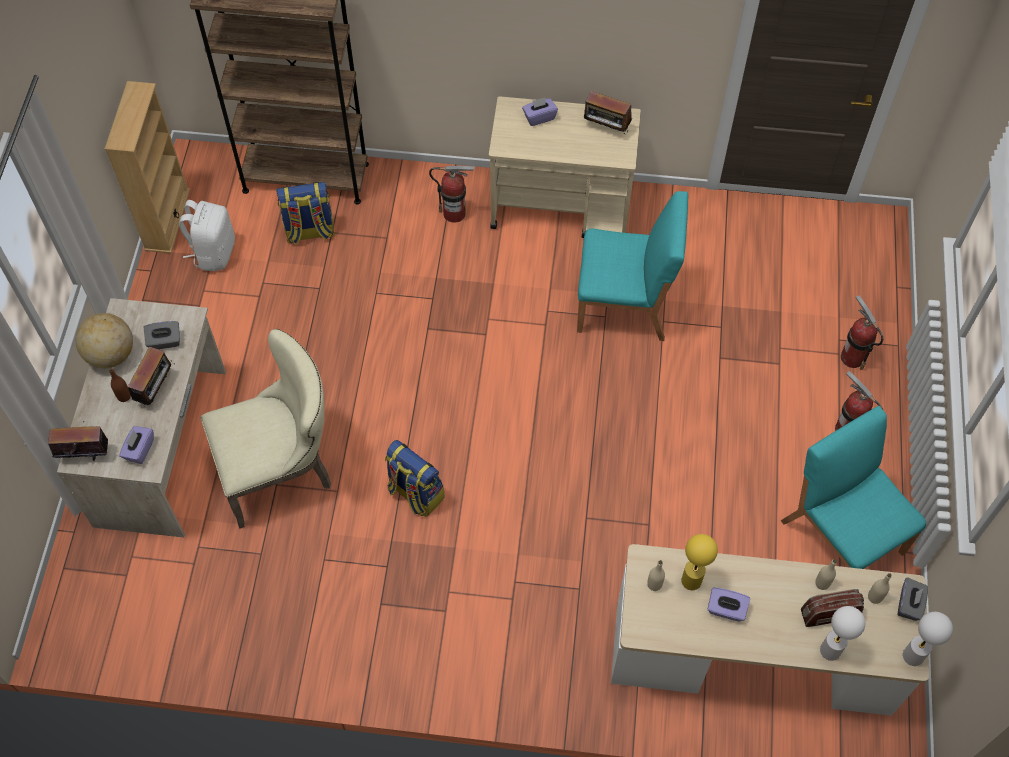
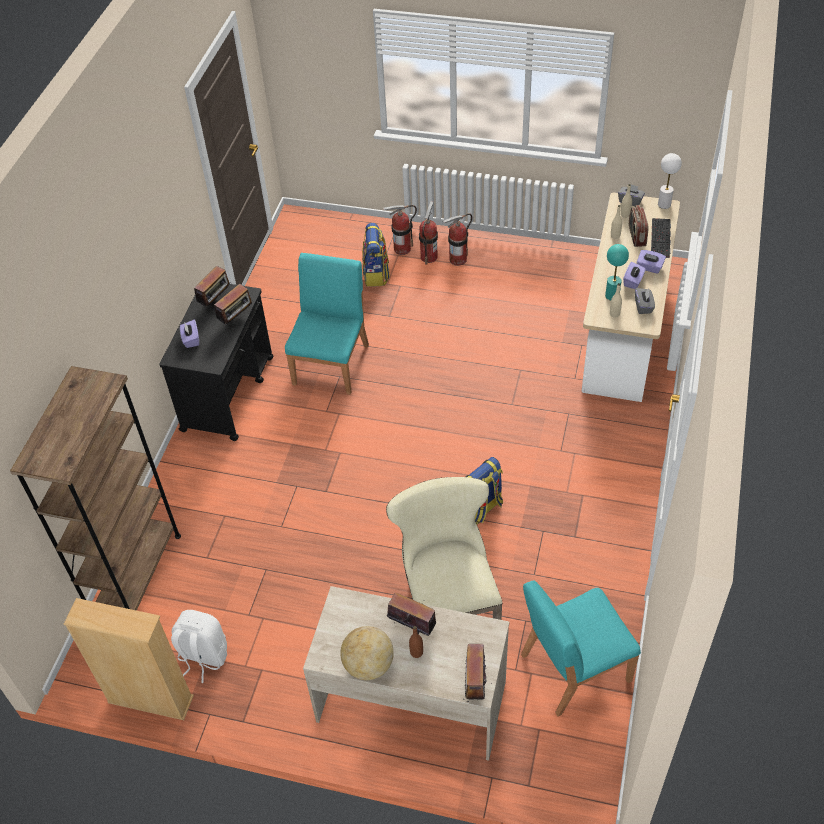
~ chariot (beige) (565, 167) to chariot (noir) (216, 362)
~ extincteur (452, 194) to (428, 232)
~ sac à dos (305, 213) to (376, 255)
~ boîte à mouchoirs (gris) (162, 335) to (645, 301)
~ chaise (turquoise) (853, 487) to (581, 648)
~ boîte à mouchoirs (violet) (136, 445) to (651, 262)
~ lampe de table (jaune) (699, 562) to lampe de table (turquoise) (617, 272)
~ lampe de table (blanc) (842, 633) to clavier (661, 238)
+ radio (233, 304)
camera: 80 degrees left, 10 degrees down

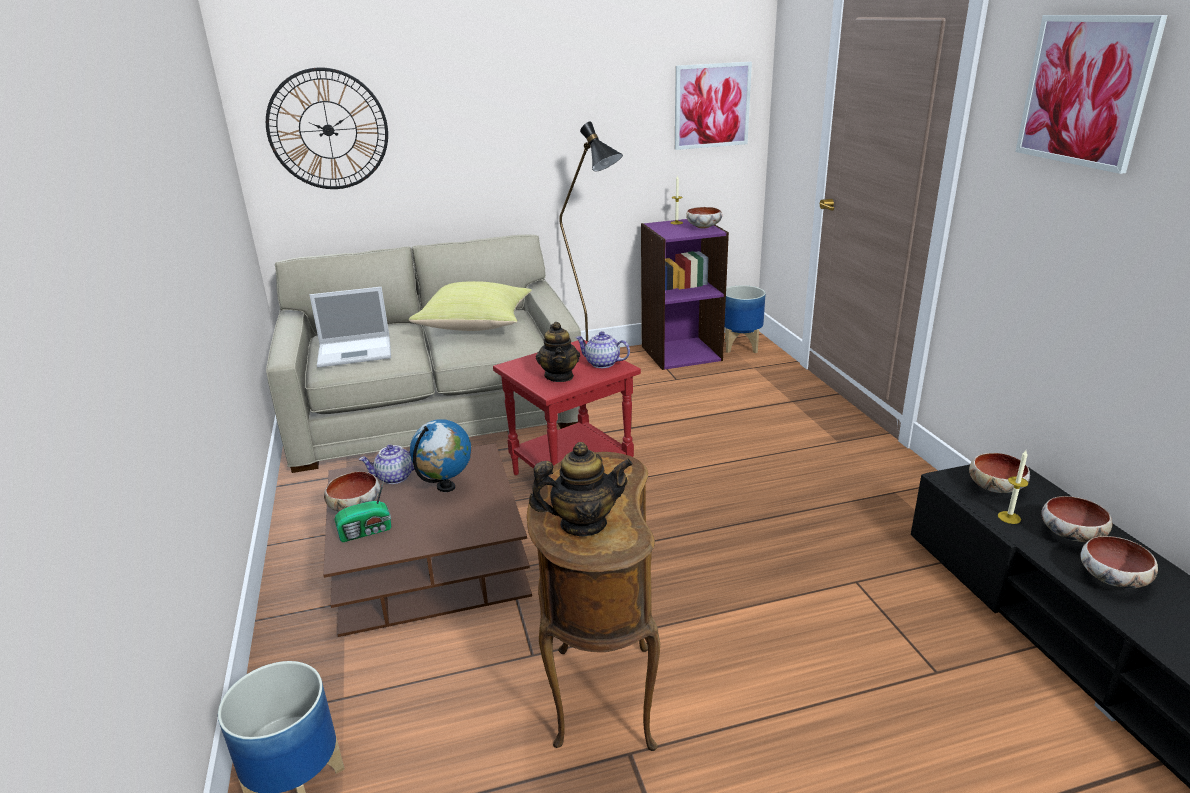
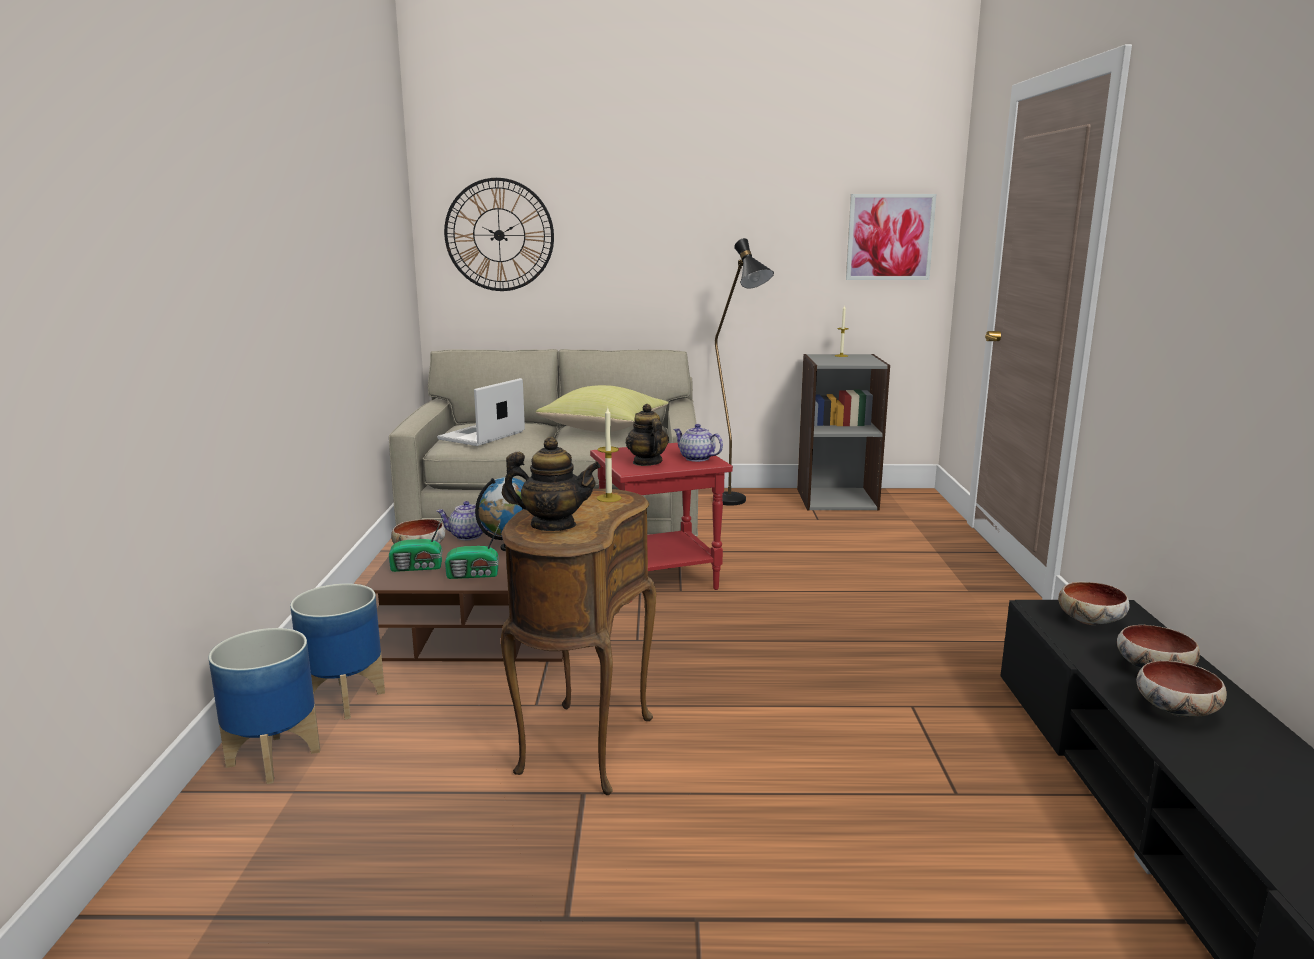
- tableau (1091, 94)
- bol (704, 217)
~ bibliothèque (violet) (685, 294) to bibliothèque (gris) (843, 432)
~ cache-pot (745, 319) to (337, 651)
~ ordinateur portable (350, 327) = (481, 412) 120 degrees clockwise
~ théière (558, 352) = (647, 435) 150 degrees clockwise
~ bougie (1013, 487) to (609, 454)
+ radio (472, 551)
camera: 15 degrees right, 10 degrees down

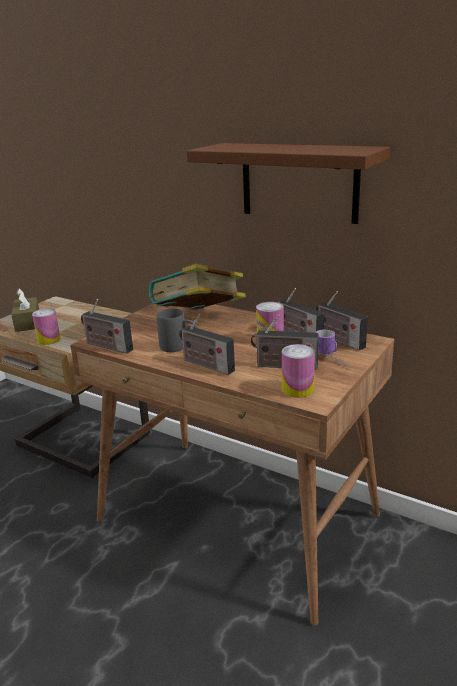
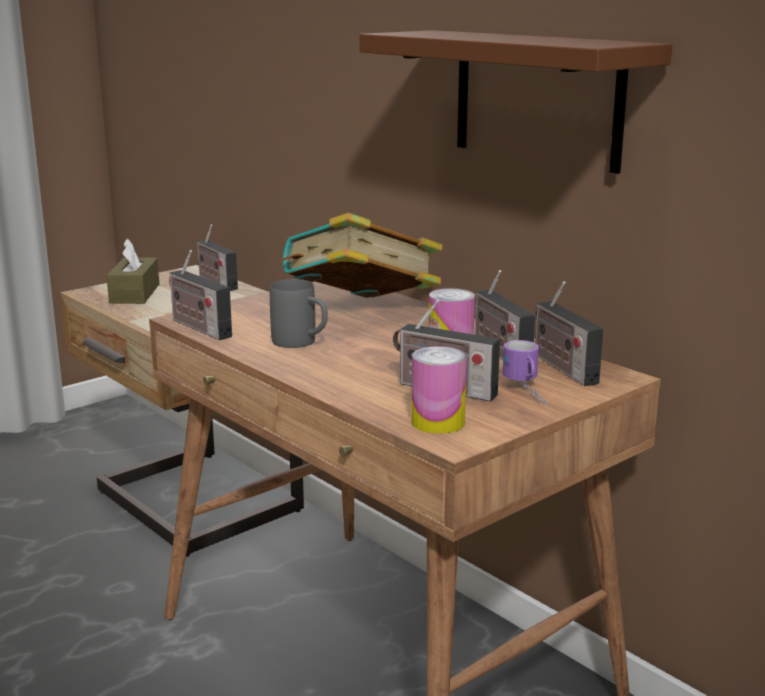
- boîte métallique (46, 326)
~ radio (207, 344) to (217, 258)
camera: 15 degrees right, 5 degrees down

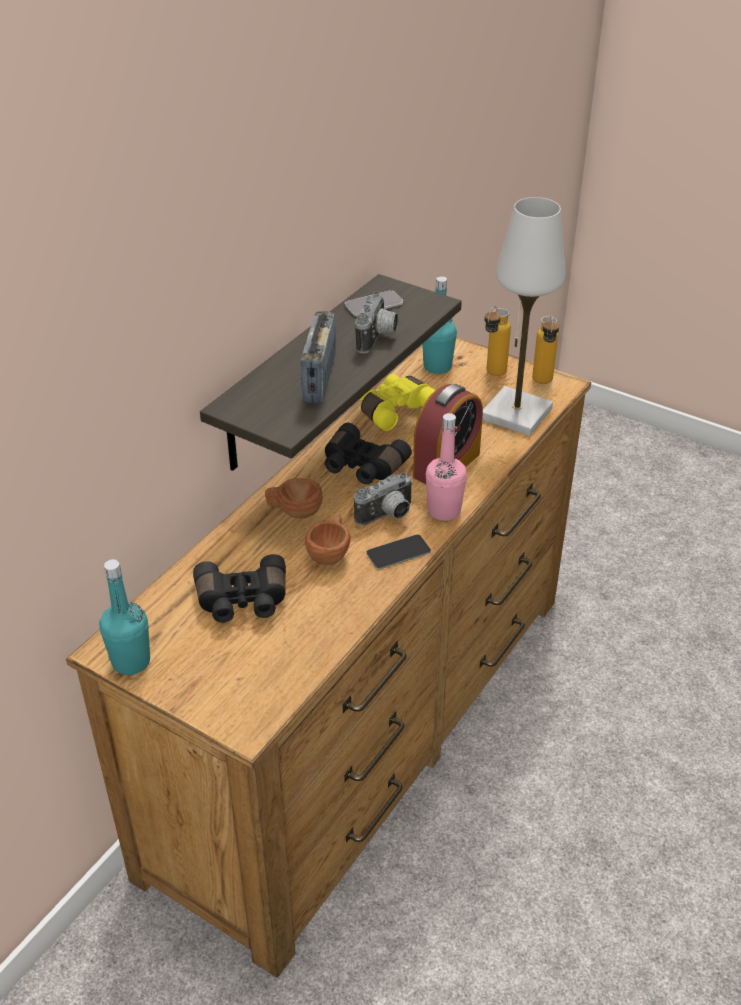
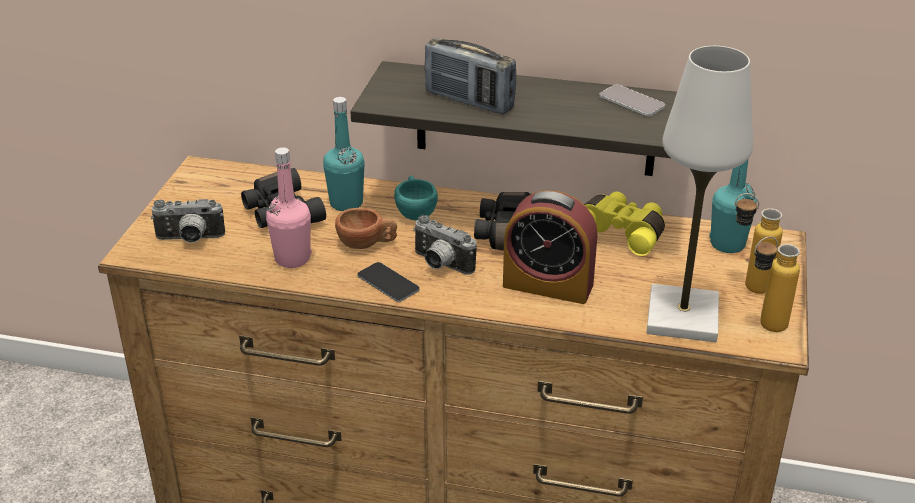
~ appareil photo (376, 322) to (188, 221)
~ radio (318, 357) = (470, 76) 135 degrees counterclockwise
~ bouteille (rose) (446, 467) to (289, 207)
~ tasse (marron) (293, 498) to tasse (turquoise) (416, 197)
~ bouteille (turquoise) (124, 617) to (344, 154)
camera: 70 degrees right, 5 degrees down

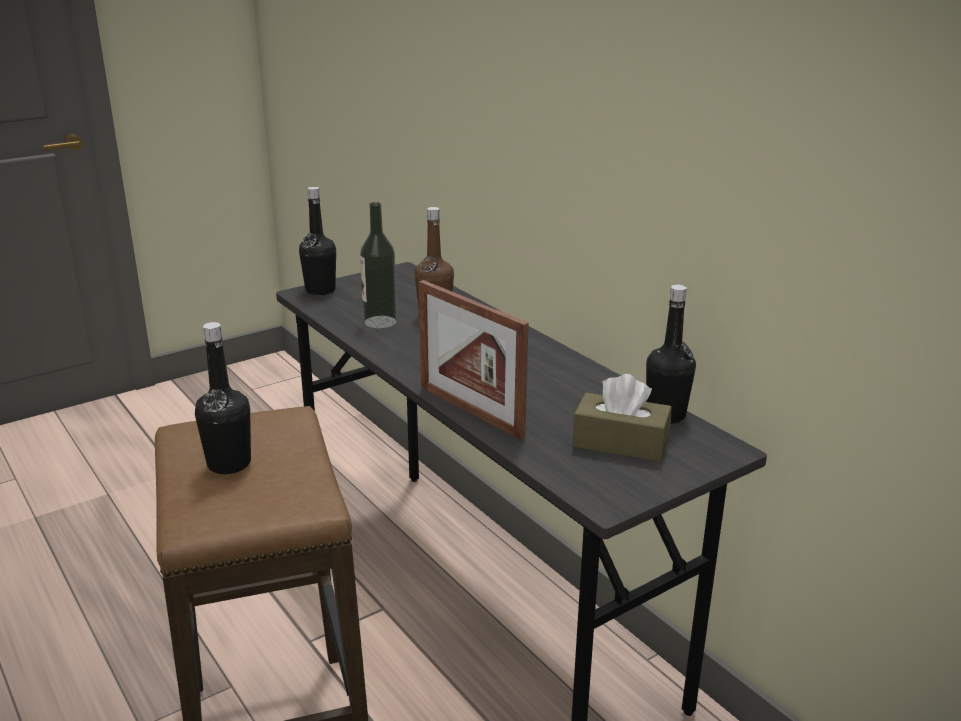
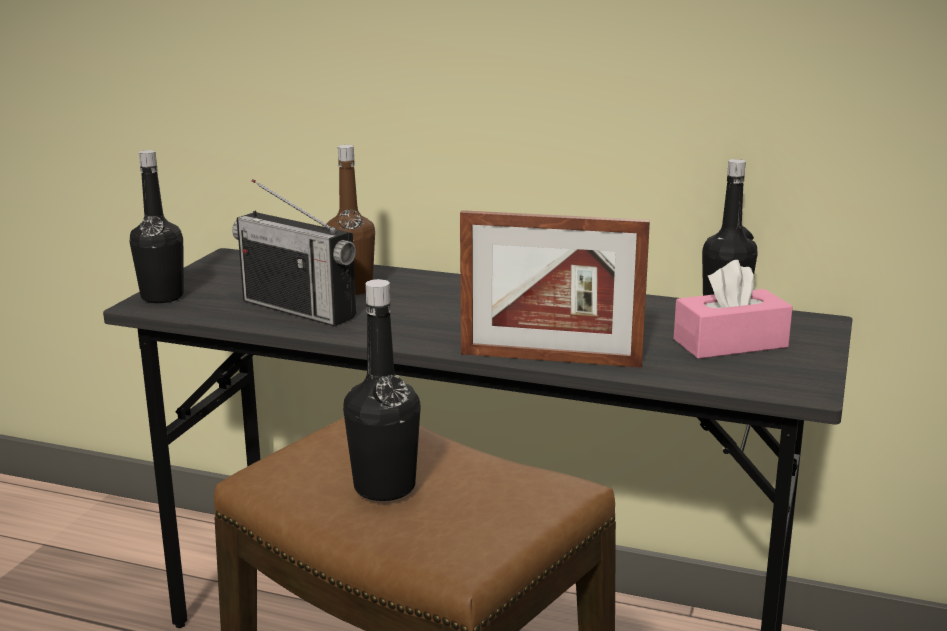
~ bouteille (378, 265) to radio (294, 252)
~ boîte à mouchoirs (marron) (622, 418) to boîte à mouchoirs (rose) (733, 309)
camera: 35 degrees left, 5 degrees down

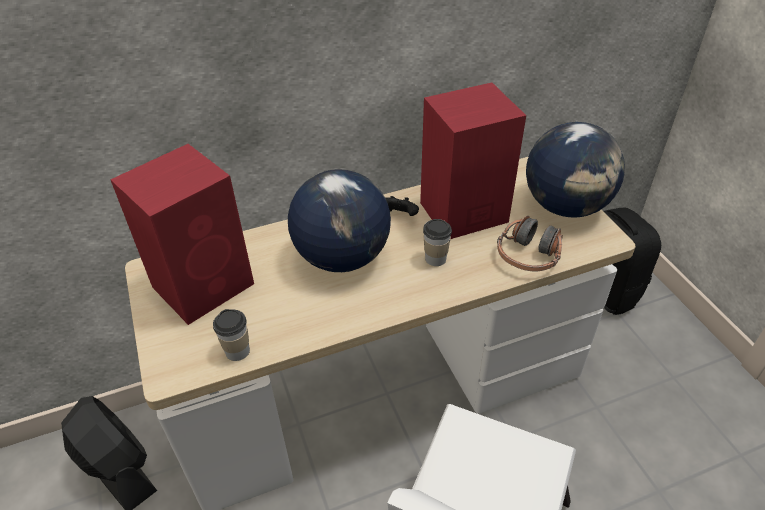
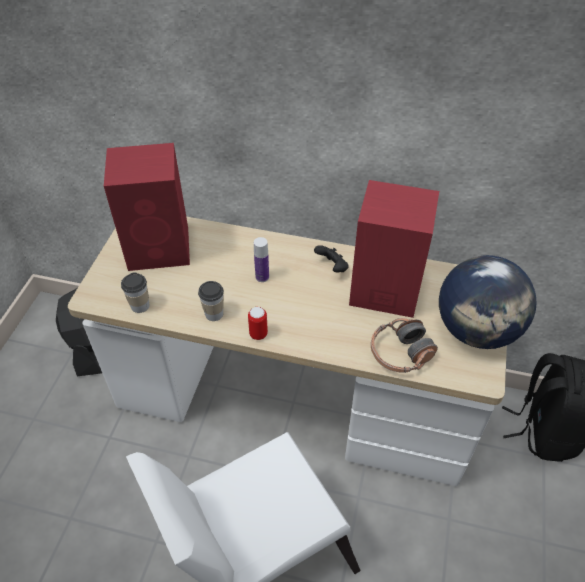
~ globe (339, 220) to bouteille (261, 259)
~ tasse (437, 242) to (211, 301)
+ boîte métallique (258, 323)
camera: 35 degrees right, 5 degrees up

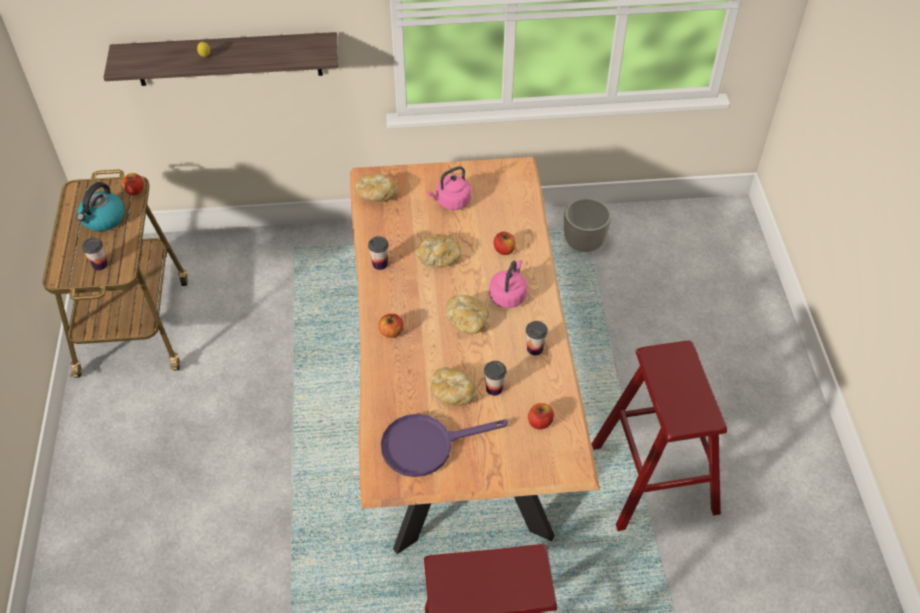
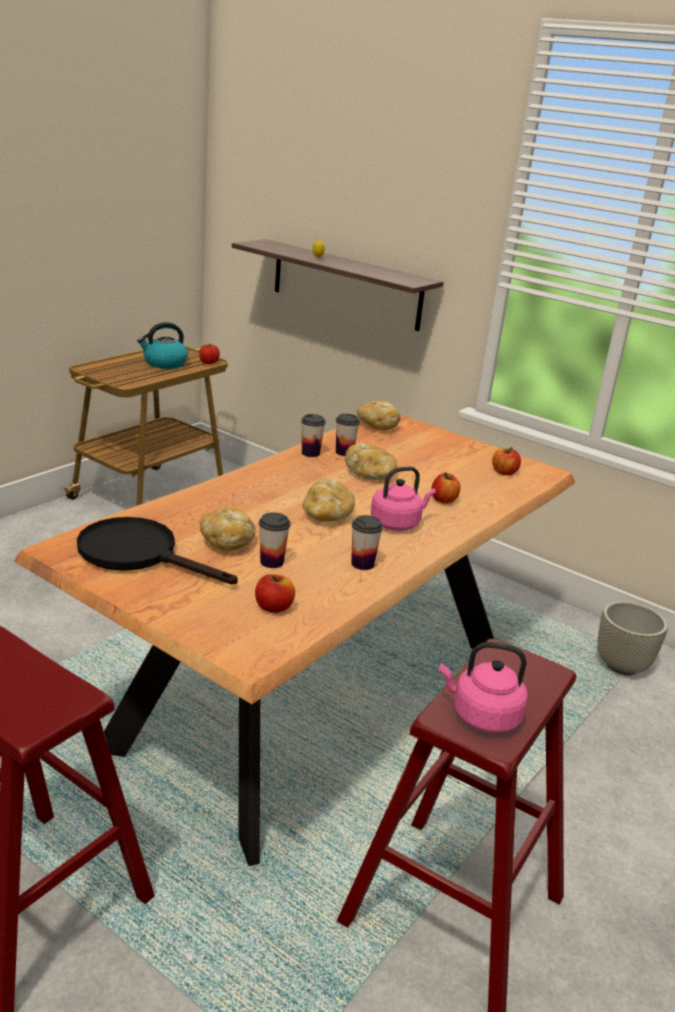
~ bouilloire (rose) (449, 188) to (483, 687)
~ tasse (95, 254) to (348, 435)
~ pomme (390, 326) to (506, 461)
~ poêle (violet) (444, 445) to poêle (noir) (157, 550)
camera: 40 degrees right, 25 degrees down

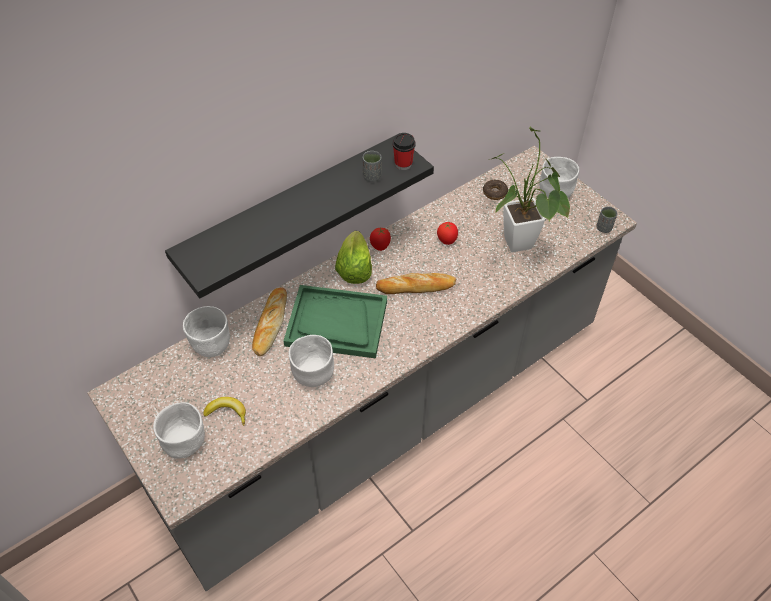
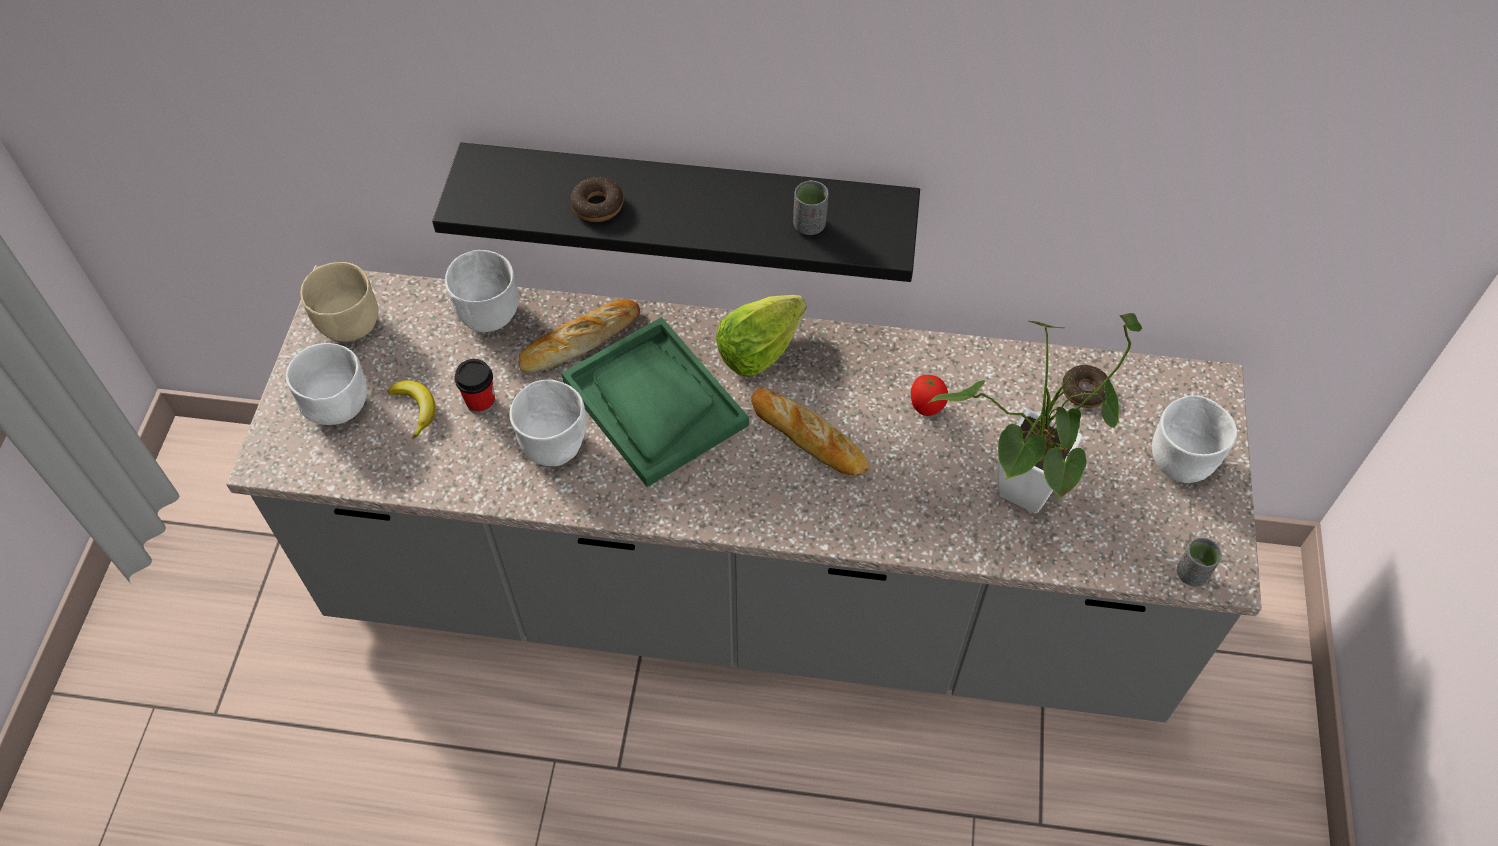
~ tasse (404, 151) to (475, 386)
- tomate (380, 239)
+ beignet (597, 199)
+ bol (beige) (339, 302)
camera: 45 degrees right, 5 degrees up

